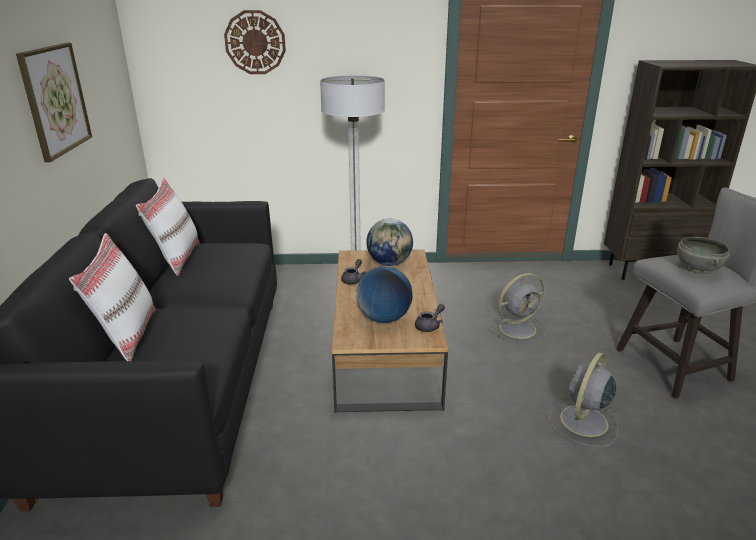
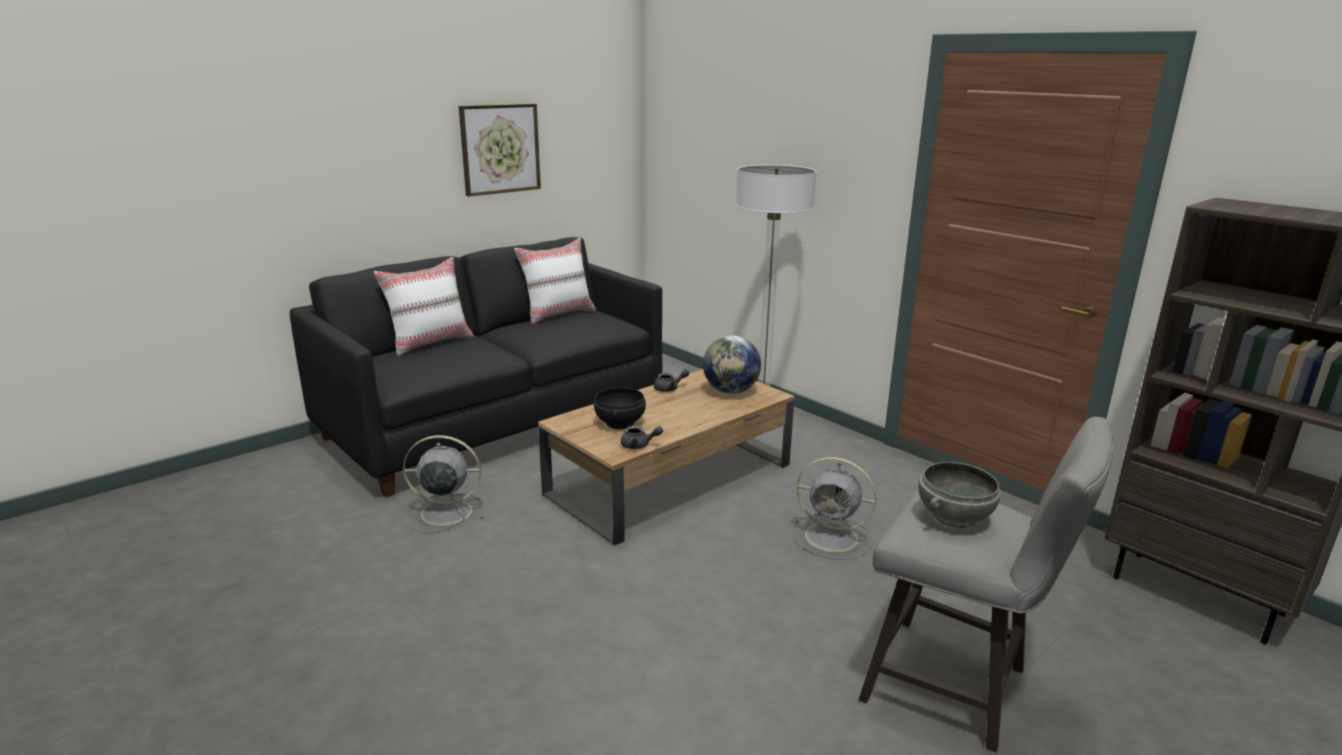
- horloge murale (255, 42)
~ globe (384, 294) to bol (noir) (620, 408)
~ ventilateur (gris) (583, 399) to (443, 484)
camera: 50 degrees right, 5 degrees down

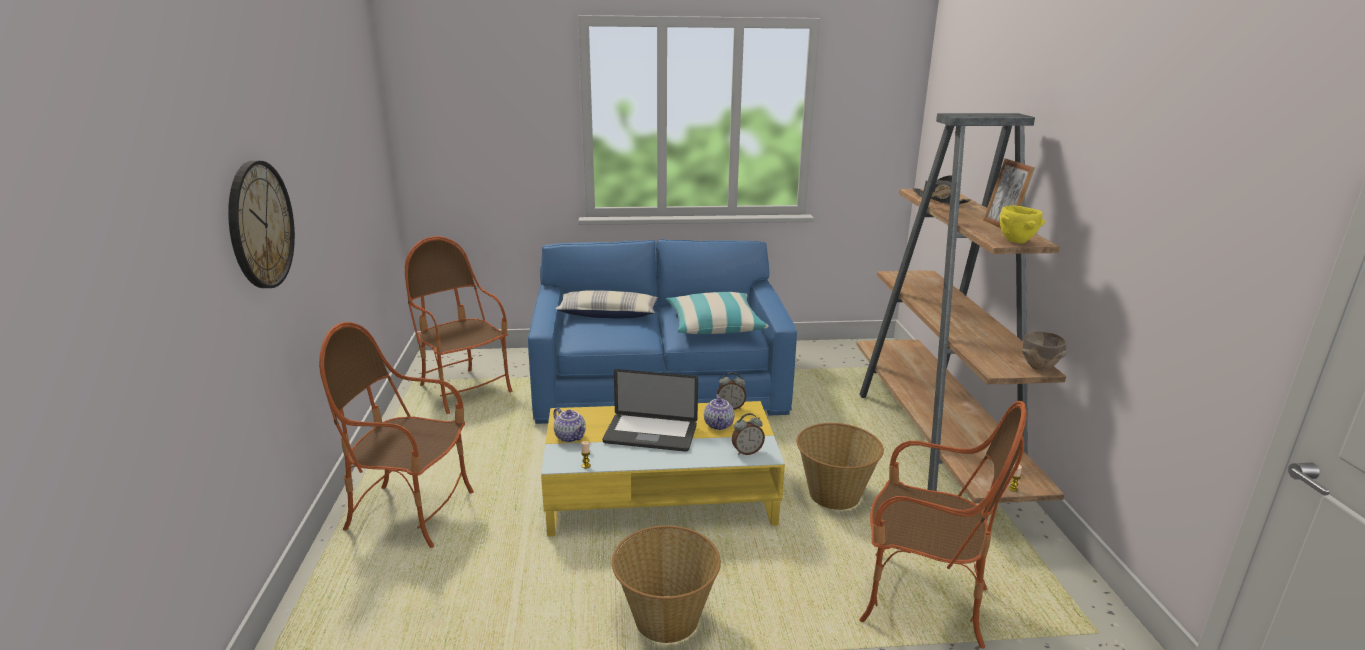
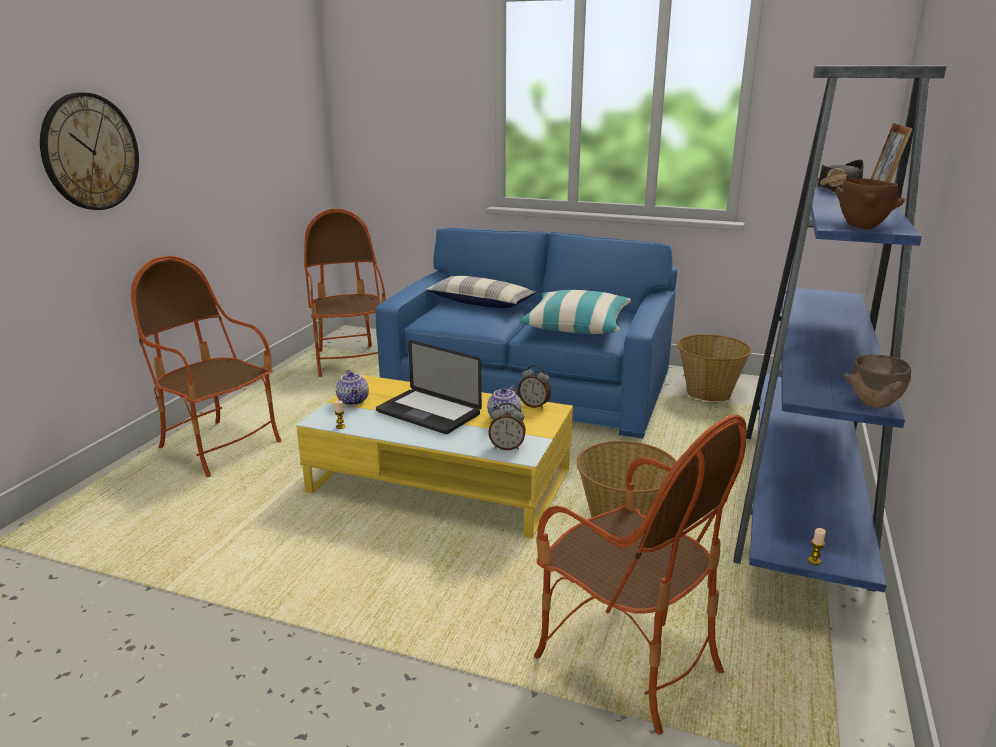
~ bibliothèque (marron) (961, 308) to bibliothèque (bleu) (840, 329)
~ bol (jaune) (1022, 224) to bol (marron) (870, 203)
~ panier (666, 584) to (714, 368)
camera: 25 degrees right, 0 degrees up

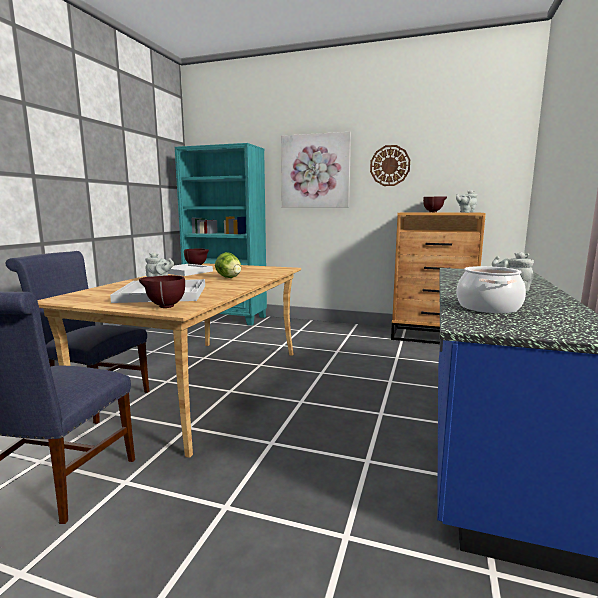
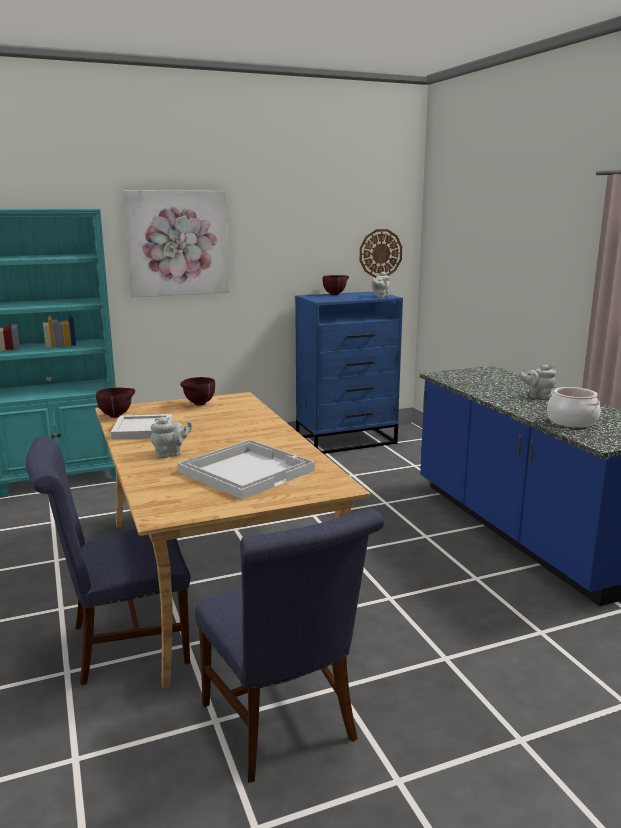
~ horloge murale (390, 165) to (381, 253)
~ commode (marron) (438, 278) to commode (bleu) (349, 372)
- laitue (228, 265)
~ bol (marron) (162, 291) to (197, 391)
camera: 40 degrees left, 5 degrees up

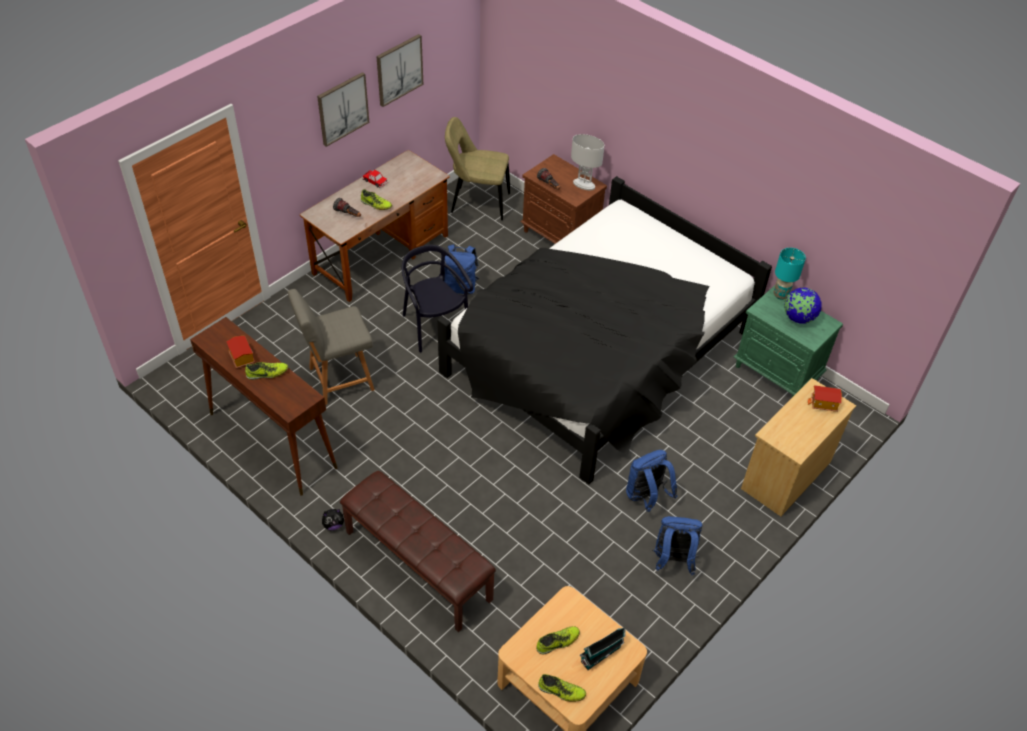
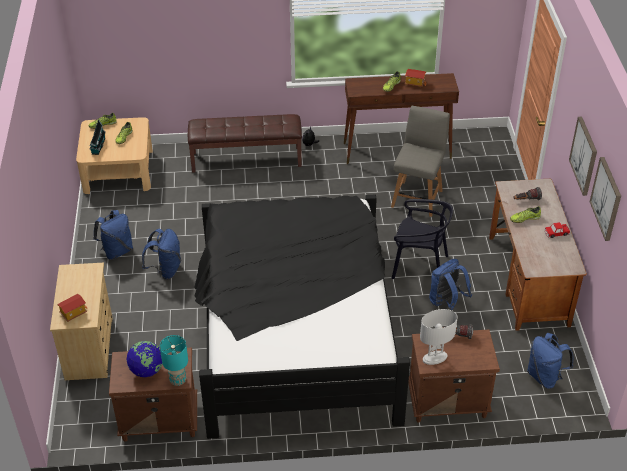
~ chaise (beige) (477, 168) to sac à dos (bleu) (550, 361)
~ table de chevet (vert) (788, 341) to table de chevet (marron) (153, 394)
camera: 135 degrees right, 5 degrees down

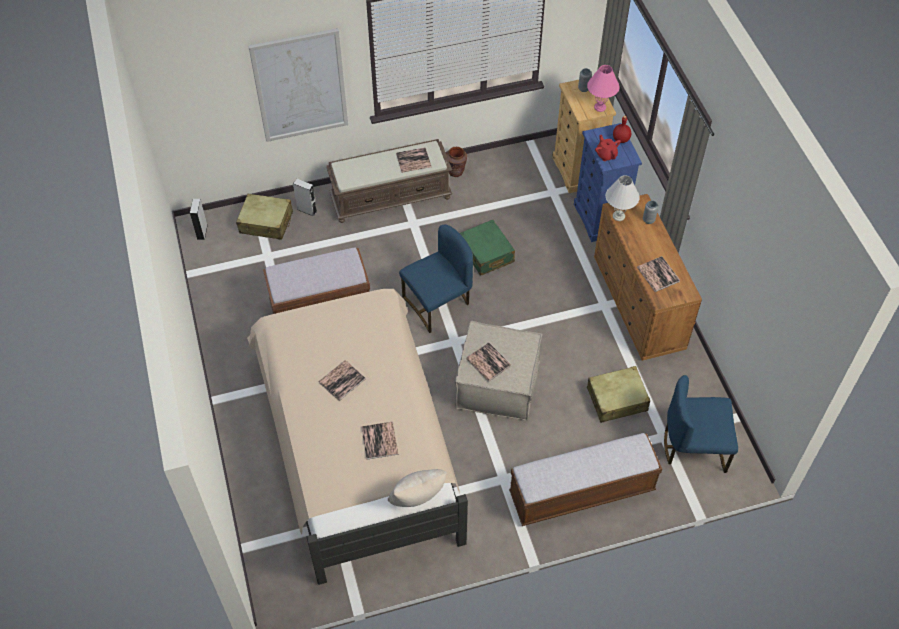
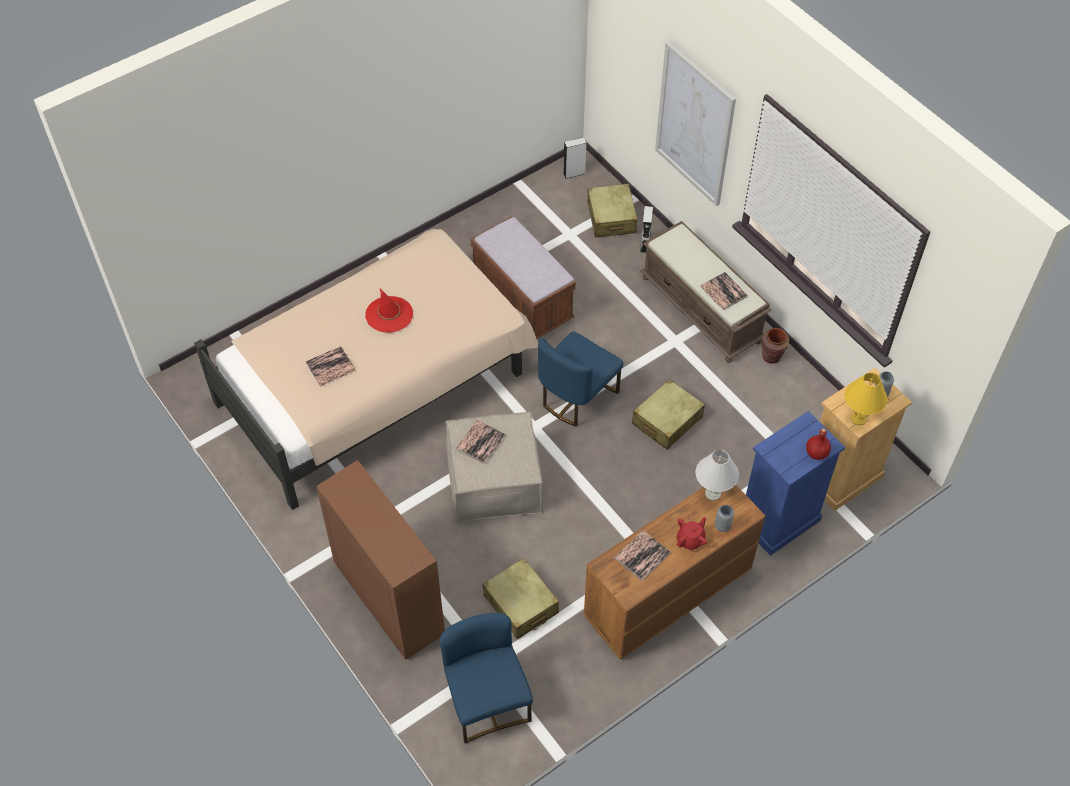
~ lampe de table (rose) (603, 88) to lampe de table (jaune) (866, 399)
~ théière (rouge) (608, 148) to (692, 533)
~ valise (vert) (487, 248) to valise (beige) (668, 414)
~ chaise (bleu) (436, 279) = (580, 379) 90 degrees clockwise
~ livre (342, 380) to chapeau (rouge) (389, 310)
~ banc (585, 479) to meuble de rangement (marron) (380, 560)
- coussin (beige) (417, 488)
camera: 70 degrees right, 0 degrees up

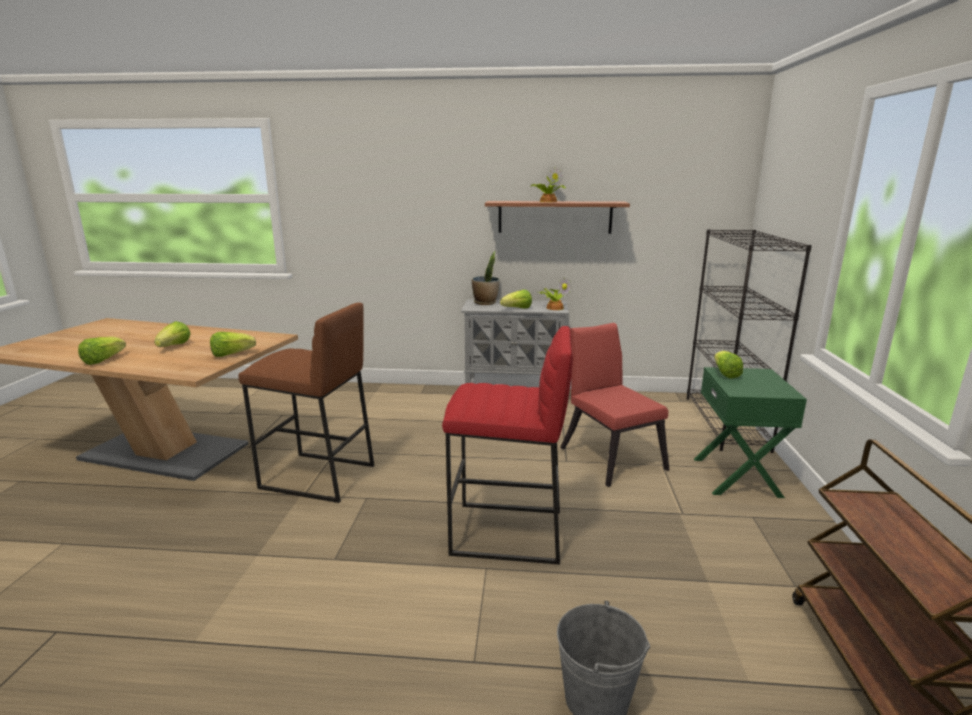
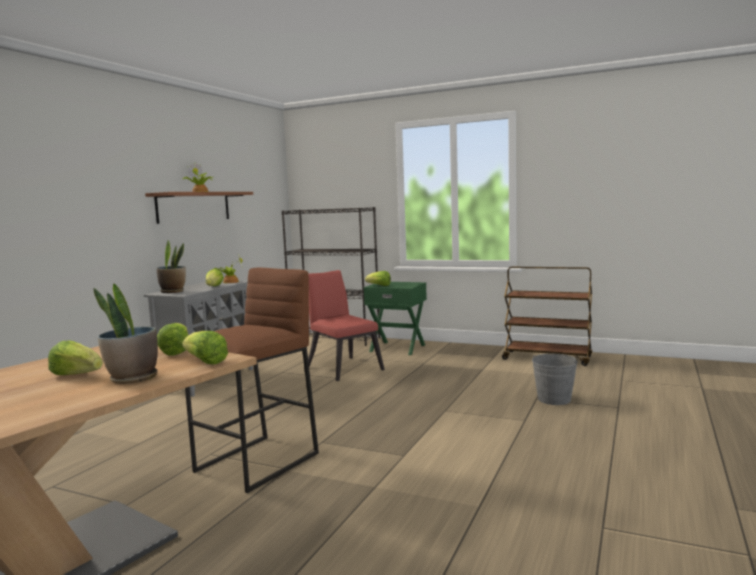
~ chaise (rouge) (614, 405) = (346, 325) 60 degrees clockwise
- tabouret (rouge) (507, 445)
~ laitue (102, 350) to (205, 348)
+ plante en pot (126, 333)
camera: 70 degrees left, 10 degrees down

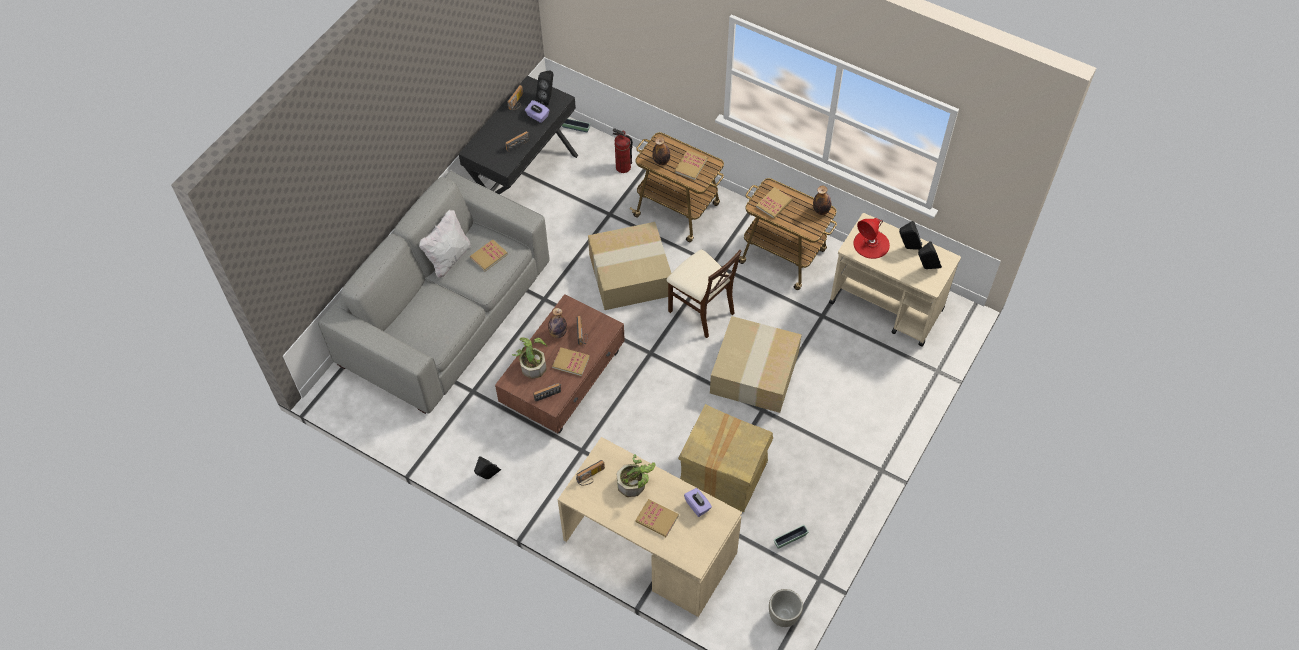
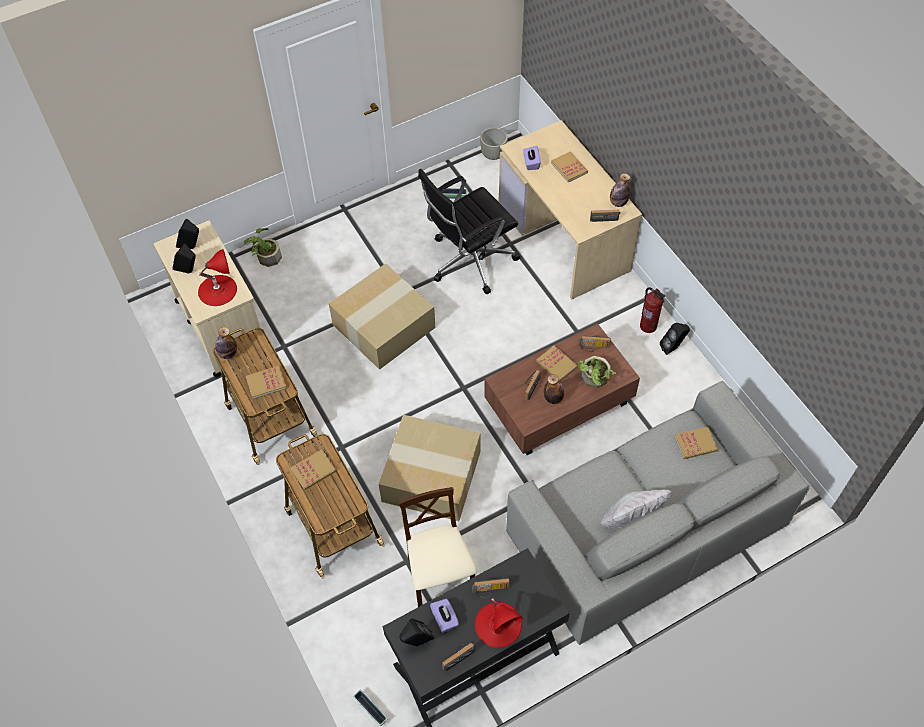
~ extincteur (622, 150) to (652, 310)
~ bouteille (661, 151) to (620, 190)
~ livre (489, 255) to (696, 443)
~ chaise (beige) (704, 294) to (438, 547)
~ carton (725, 458) to chaise de bureau (noir) (469, 231)
~ plante en pot (636, 475) to (263, 247)
+ lampe de table (rouge) (499, 623)
camera: 150 degrees left, 0 degrees up

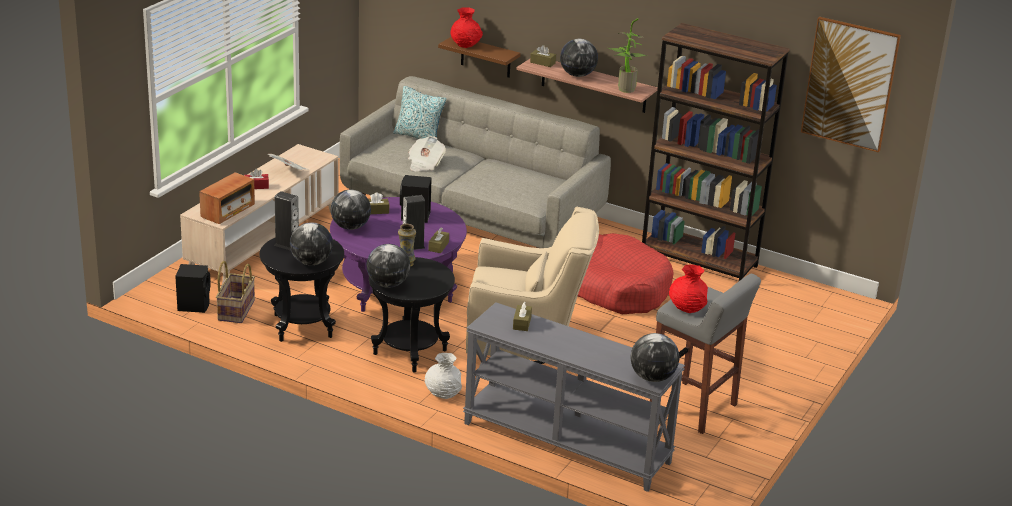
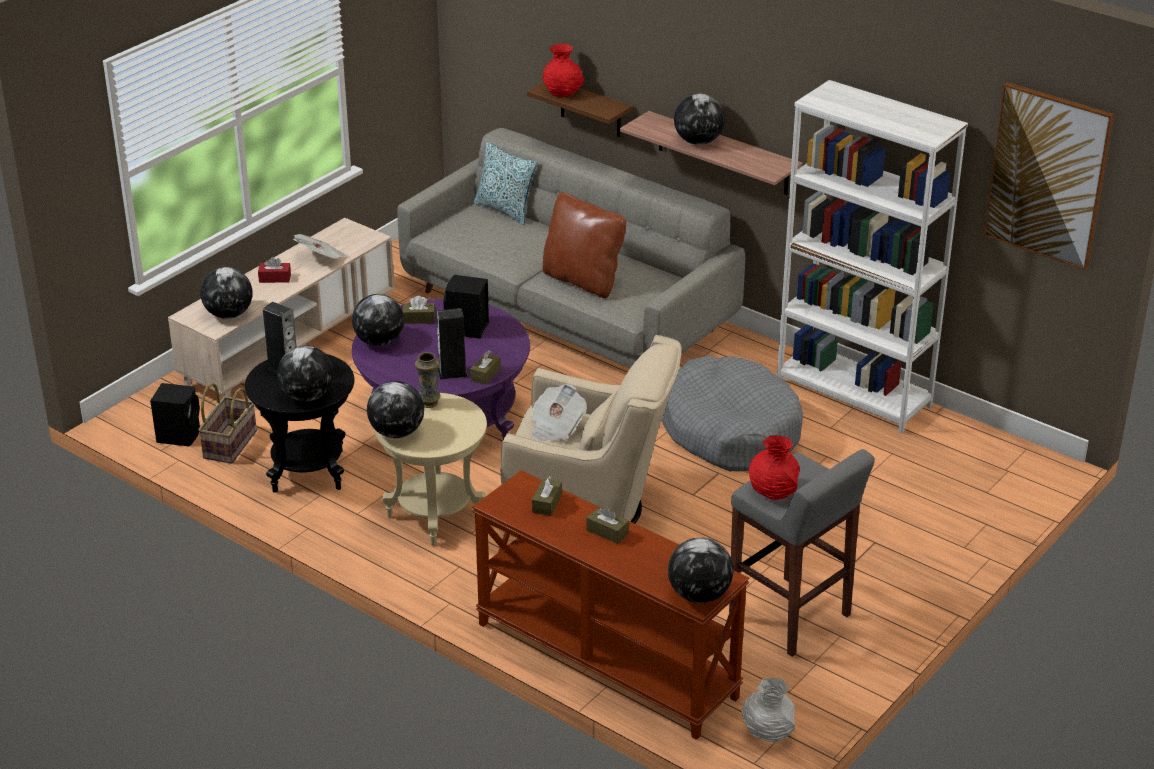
- plante en pot (628, 55)
~ bibliothèque (marron) (716, 152) to bibliothèque (blanc) (872, 257)
~ boîte à mouchoirs (marron) (543, 56) to (607, 525)
~ journal (427, 153) to (558, 412)
~ radio (227, 198) to globe (226, 293)
~ panier pour chien (rouge) (626, 273) to panier pour chien (gris) (732, 413)
~ table d'appoint (noir) (412, 315) to table d'appoint (beige) (430, 469)
~ table console (gris) (574, 397) to table console (marron) (610, 605)
~ vase (blanc) (443, 376) to (768, 710)
+ coussin (marron) (584, 245)
camera: 10 degrees right, 5 degrees up

